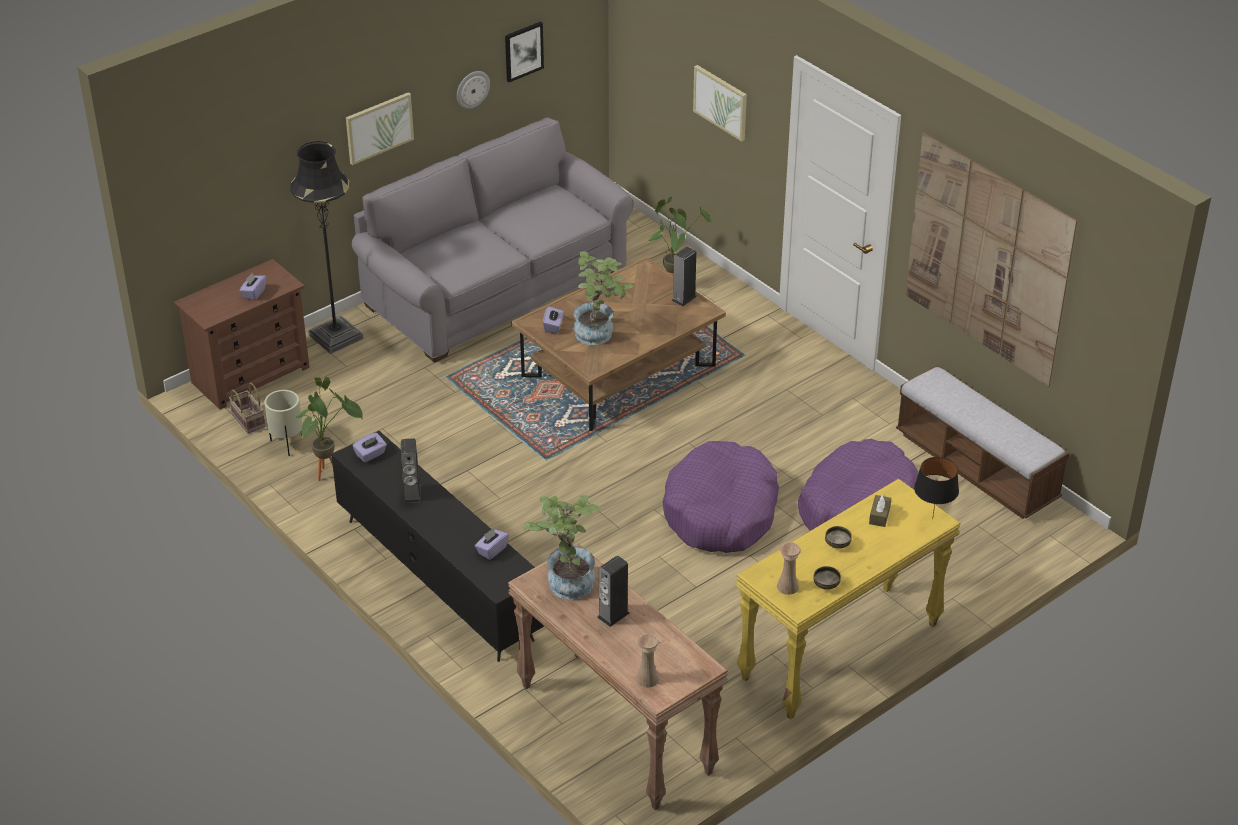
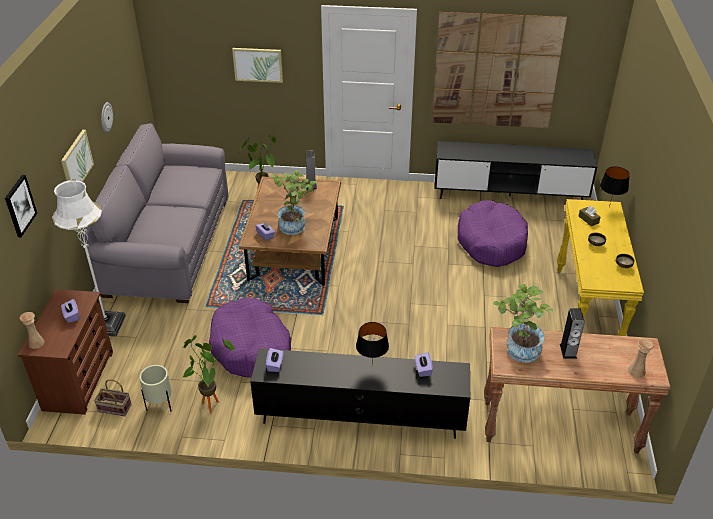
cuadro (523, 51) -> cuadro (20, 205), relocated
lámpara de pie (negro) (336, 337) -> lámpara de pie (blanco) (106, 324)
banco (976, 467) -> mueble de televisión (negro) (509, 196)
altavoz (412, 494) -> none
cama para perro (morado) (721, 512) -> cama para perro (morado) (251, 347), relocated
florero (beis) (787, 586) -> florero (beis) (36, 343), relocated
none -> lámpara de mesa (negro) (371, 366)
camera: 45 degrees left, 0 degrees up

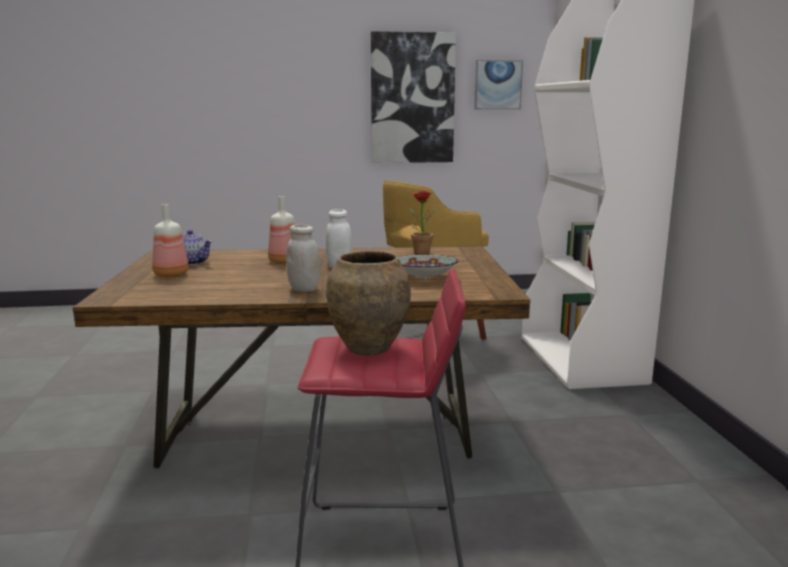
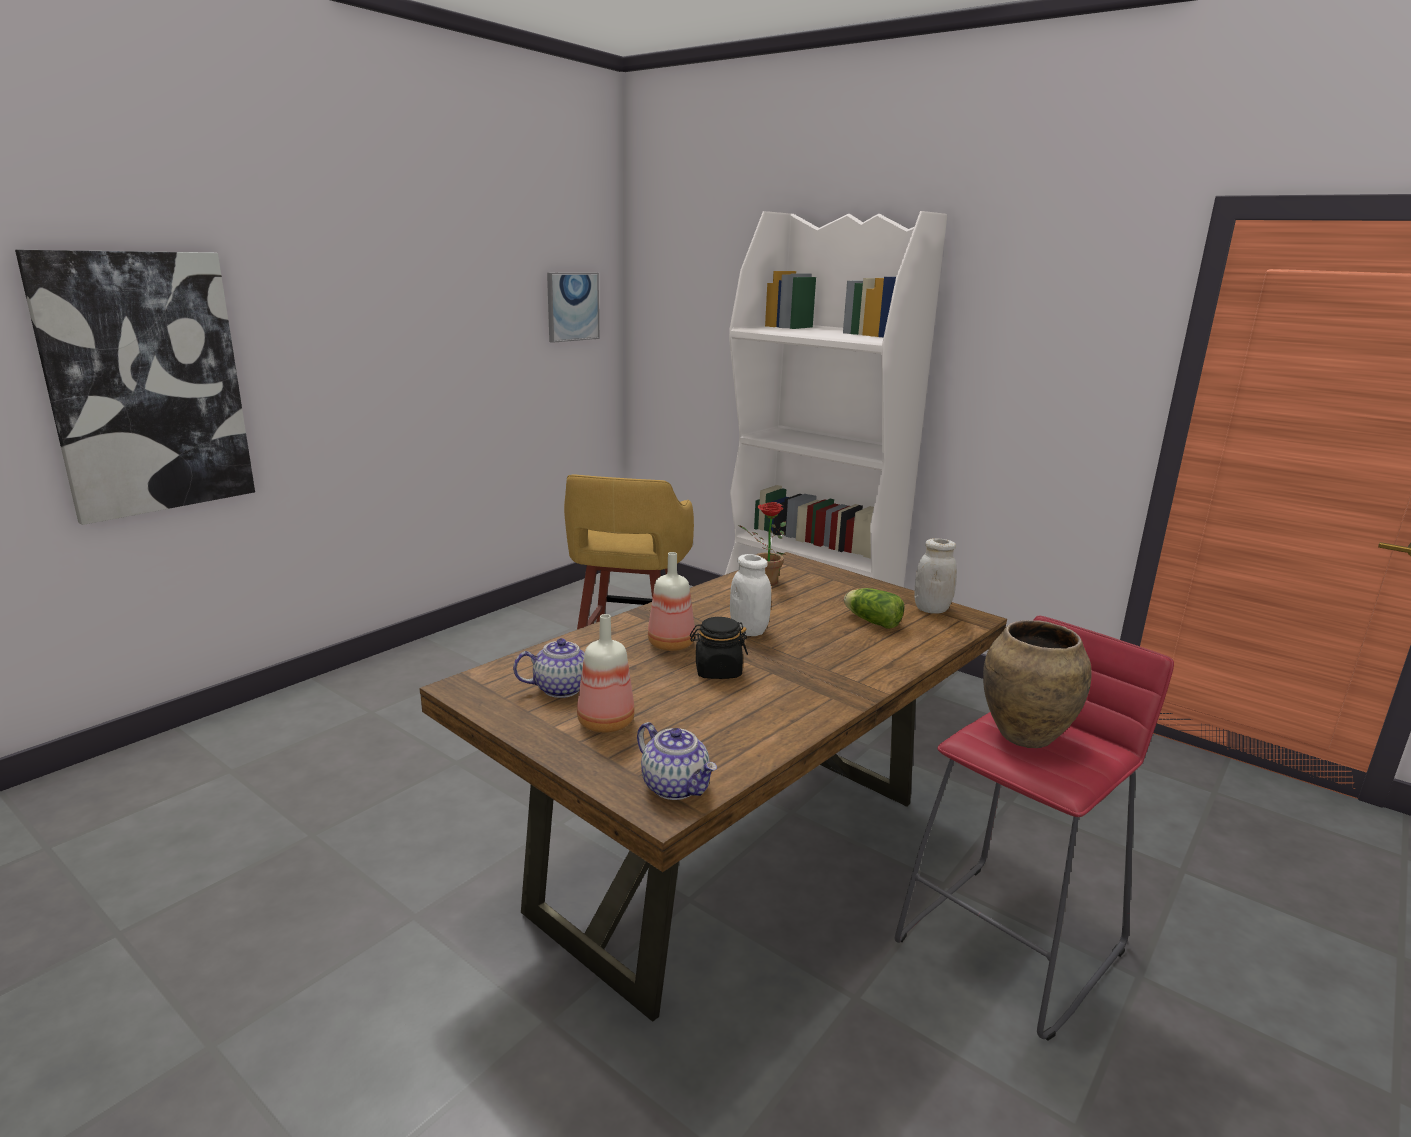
cuadro (412, 98) -> cuadro (146, 384), relocated
tarro (blanco) (304, 289) -> tarro (blanco) (931, 609), relocated
cuenco (424, 278) -> lechuga (871, 621)
none -> tarro (negro) (717, 671)
none -> tetera (676, 786)
camera: 45 degrees left, 5 degrees up

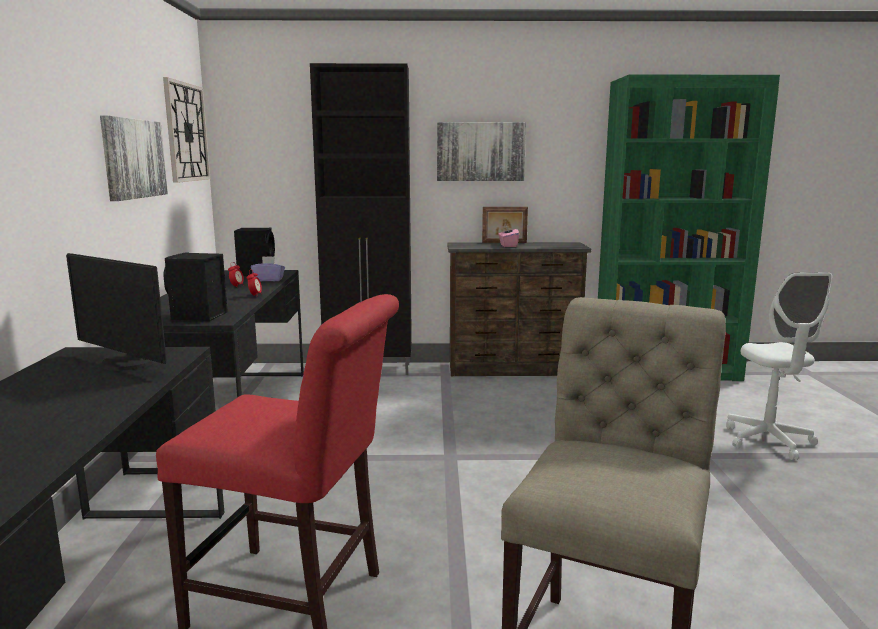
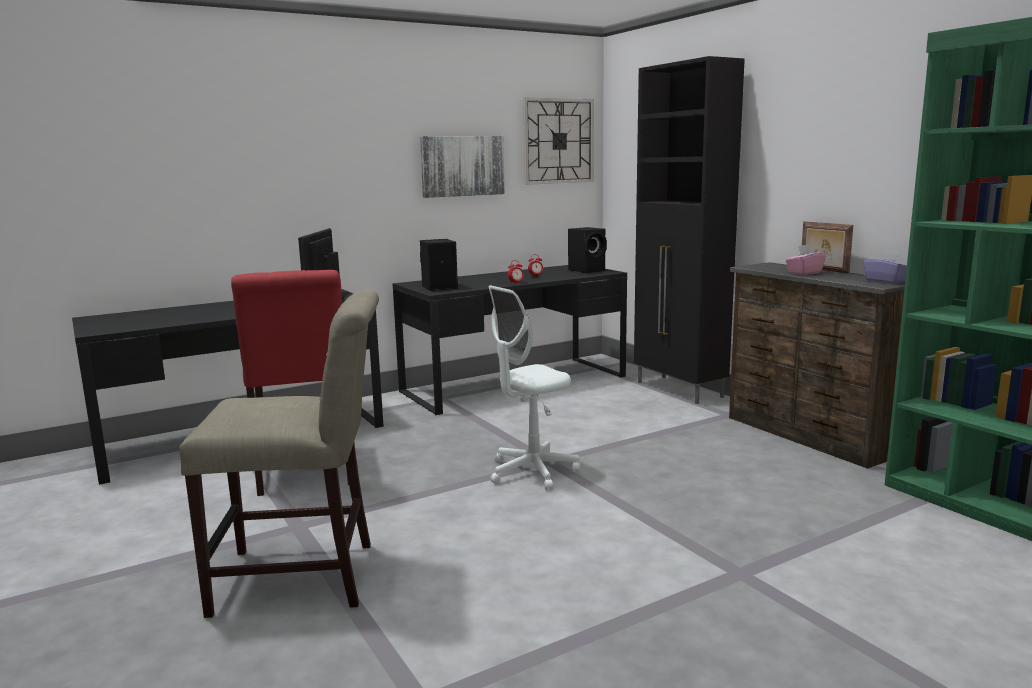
cuadro (480, 152) -> none
caja de pañuelos (morado) (269, 280) -> caja de pañuelos (morado) (885, 281), relocated
silla de oficina (blanco) (768, 441) -> silla de oficina (blanco) (532, 472), relocated
camera: 60 degrees right, 0 degrees up

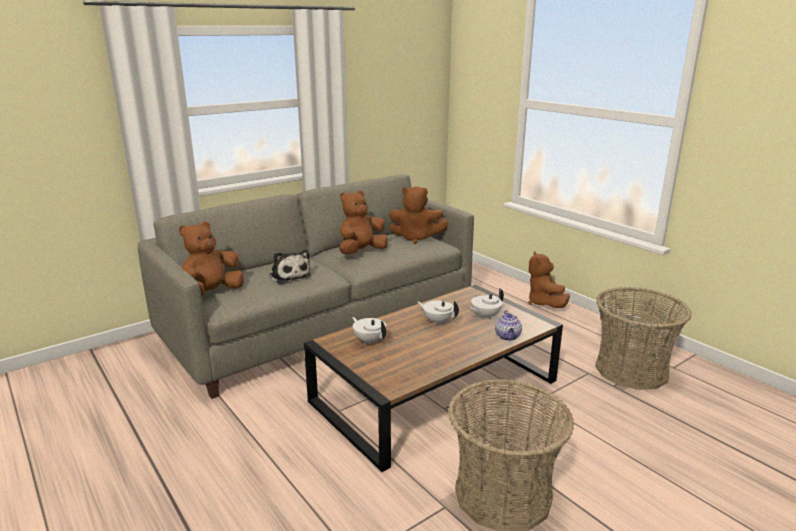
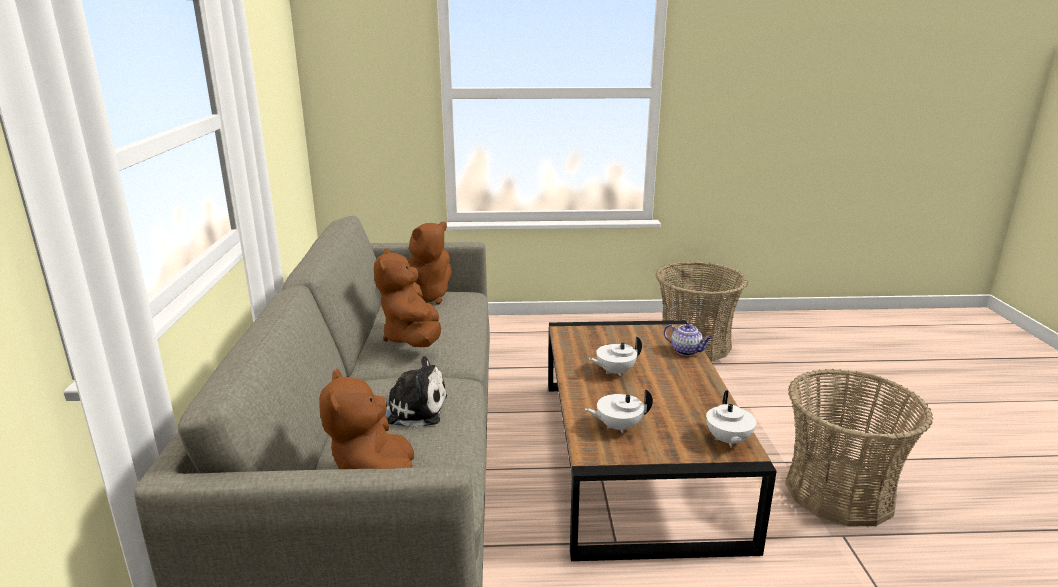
peluche (marrón) (544, 303) -> none
tetera (blanco) (485, 316) -> tetera (blanco) (728, 440), relocated
camera: 55 degrees left, 0 degrees up

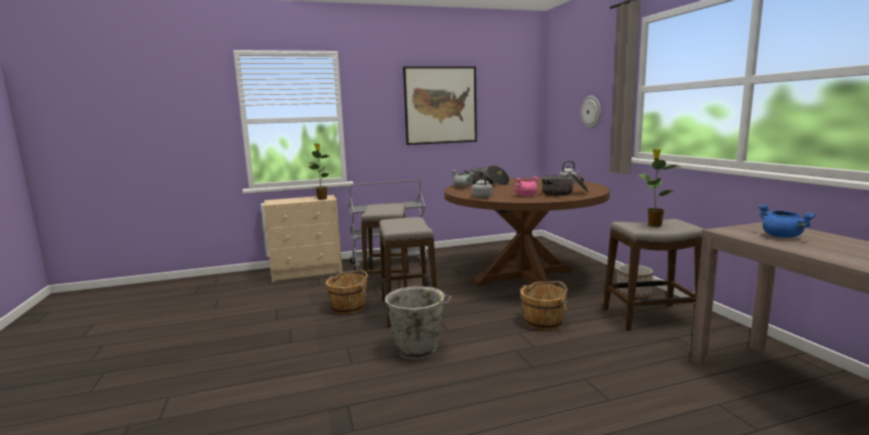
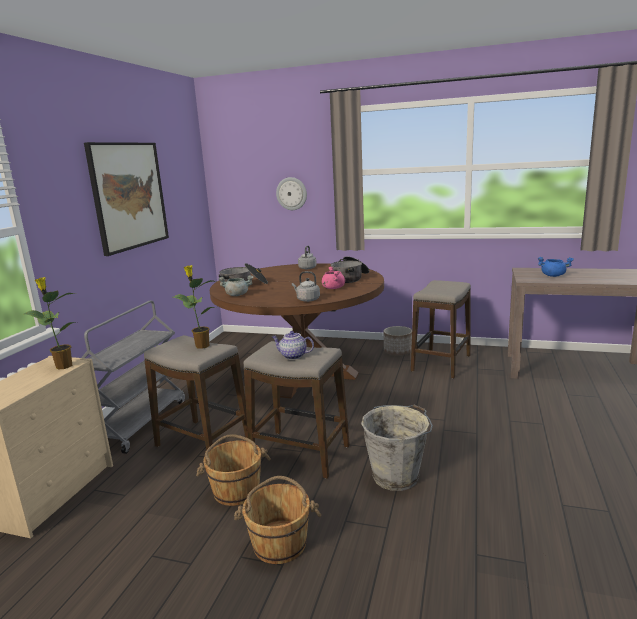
planta en maceta (654, 225) -> planta en maceta (201, 346), relocated
cubo (marrón) (543, 322) -> cubo (marrón) (280, 543), relocated
none -> tetera (292, 356)
camera: 55 degrees left, 5 degrees up

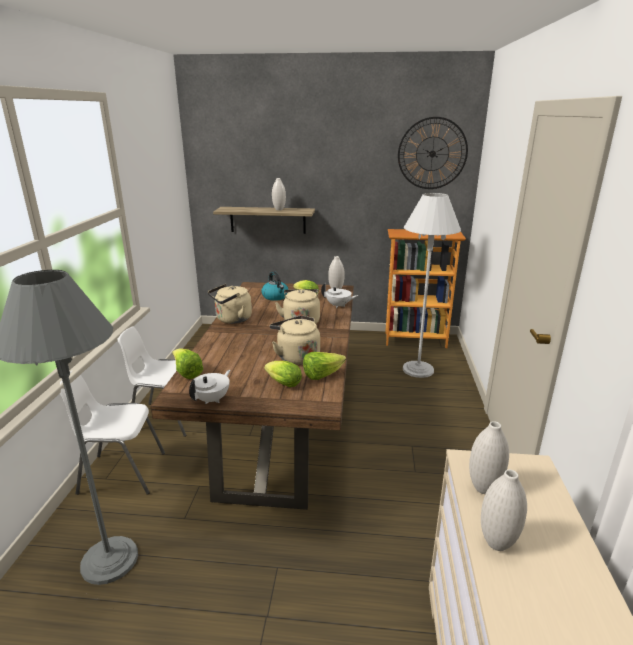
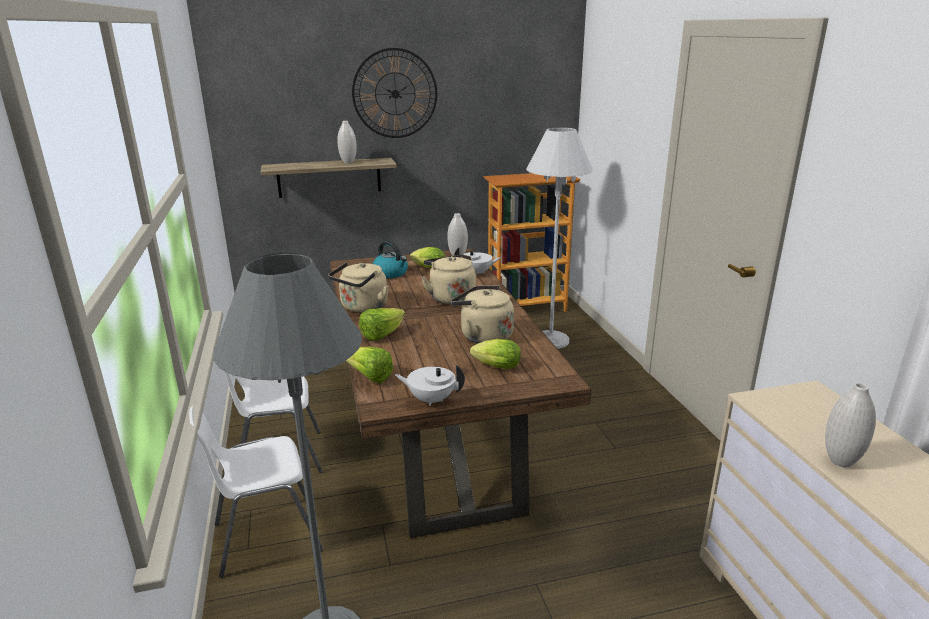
reloj de pared (432, 153) -> reloj de pared (395, 94), relocated
lechuga (322, 375) -> lechuga (382, 335), relocated
tetera (blanco) (212, 399) -> tetera (blanco) (431, 399), 90 degrees counterclockwise
florero (blanco) (483, 488) -> none
camera: 20 degrees left, 0 degrees up

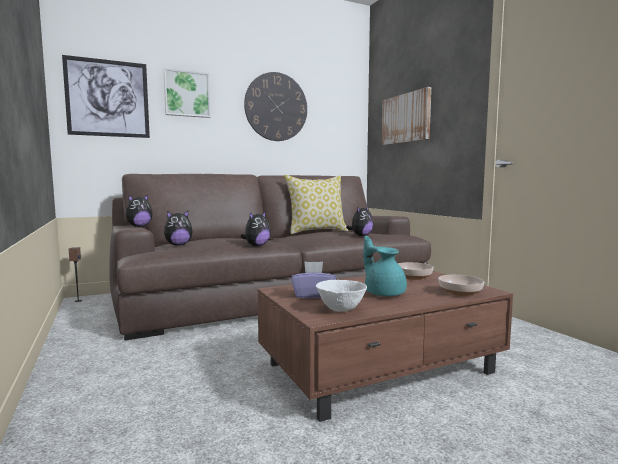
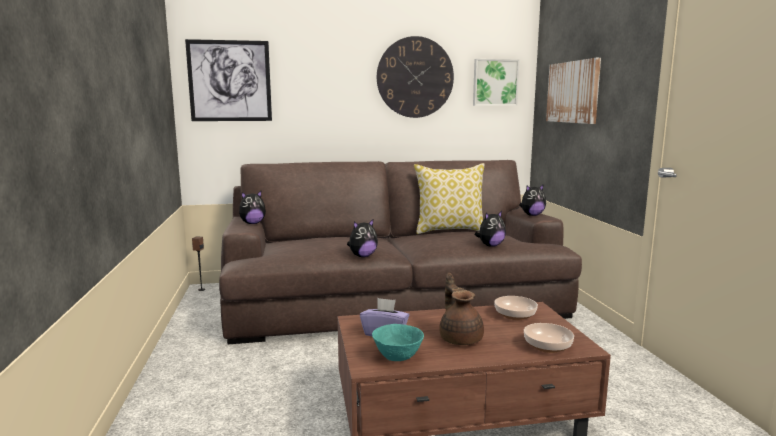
cuadro (187, 94) -> cuadro (495, 82), relocated
peluche (178, 245) -> peluche (532, 215), relocated
tetera (turquesa) (383, 293) -> tetera (marrón) (460, 338)
cuenco (blanco) (340, 309) -> cuenco (turquesa) (397, 357)
camera: 15 degrees right, 5 degrees up

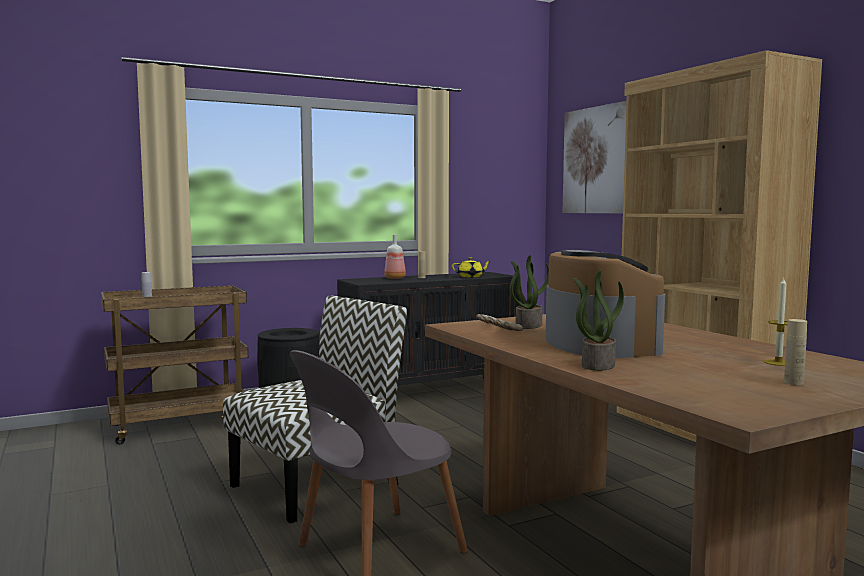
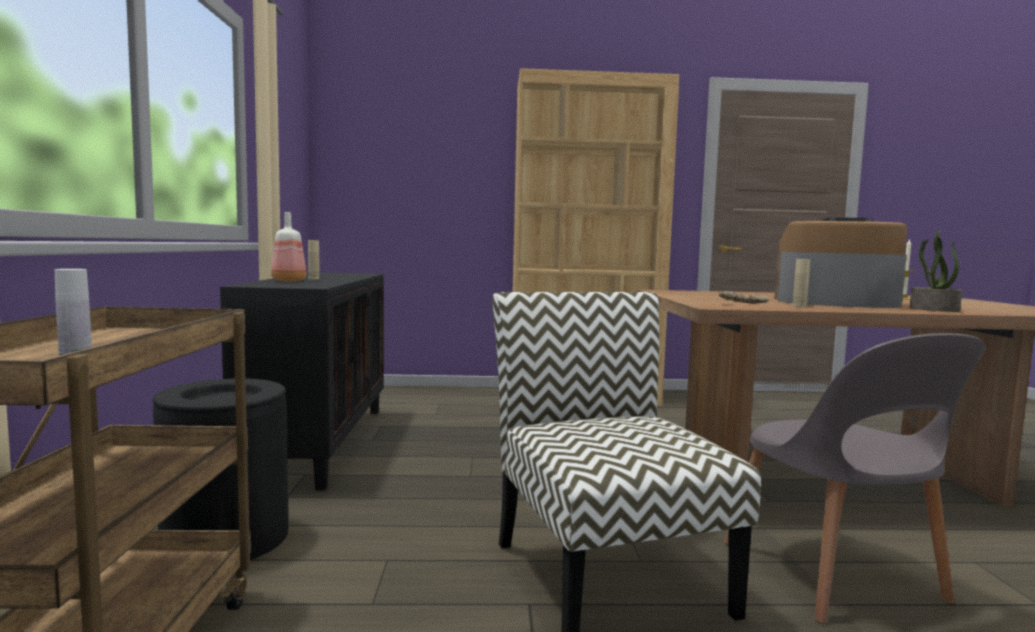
cuadro (599, 160) -> none
planta en maceta (528, 325) -> none
tetera (amarillo) (470, 277) -> none
botella (beis) (793, 382) -> botella (beis) (799, 306), relocated
camera: 65 degrees left, 0 degrees up

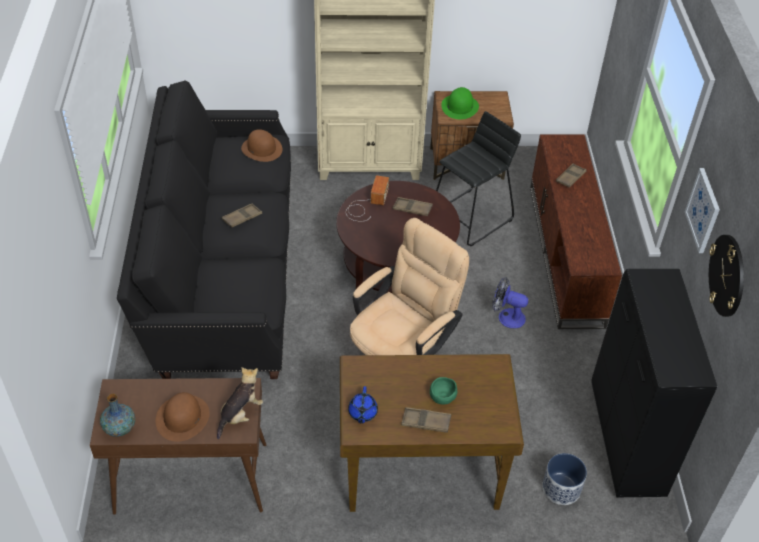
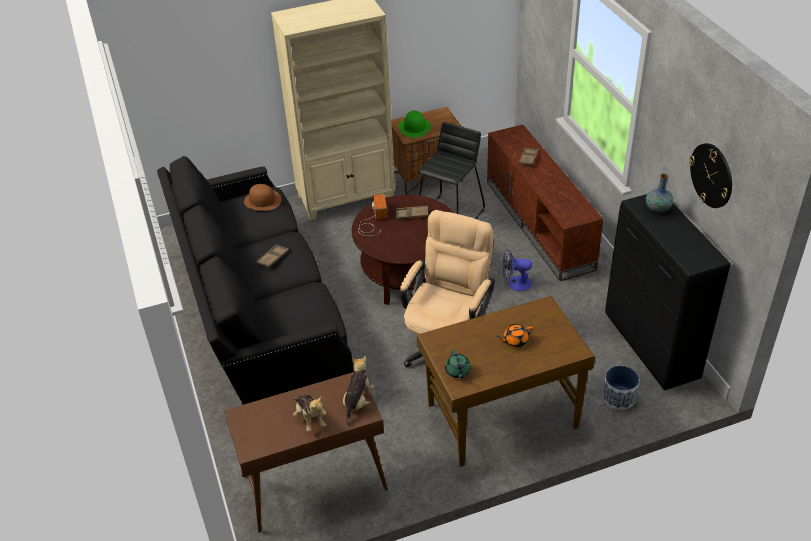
cuadro (703, 210) -> none
cuenco (verde) (442, 396) -> tetera (naranja) (514, 341)
tetera (azul) (362, 413) -> tetera (verde) (457, 371)
sombrero (marrón) (182, 417) -> peluche (310, 418)
florero (119, 428) -> florero (657, 209), relocated
bandeja (marrón) (426, 422) -> none
camera: 15 degrees left, 5 degrees down

